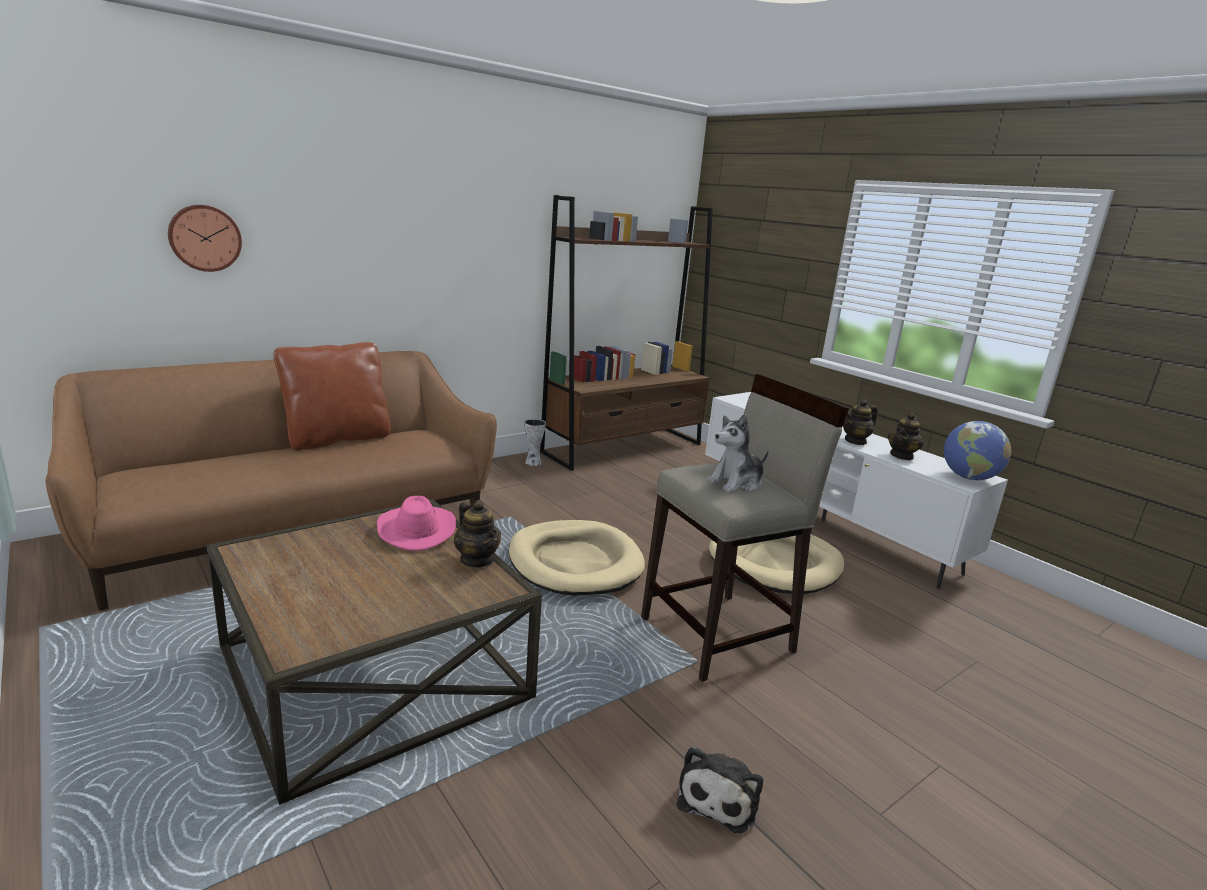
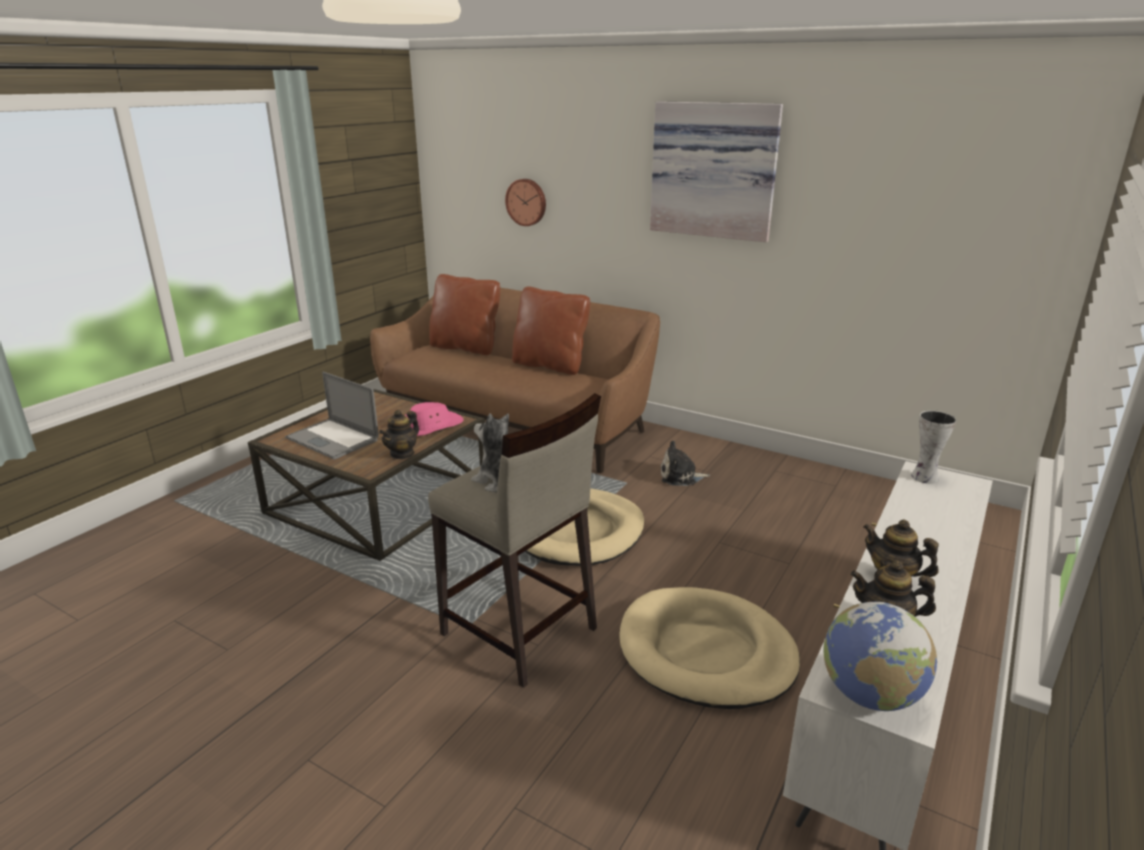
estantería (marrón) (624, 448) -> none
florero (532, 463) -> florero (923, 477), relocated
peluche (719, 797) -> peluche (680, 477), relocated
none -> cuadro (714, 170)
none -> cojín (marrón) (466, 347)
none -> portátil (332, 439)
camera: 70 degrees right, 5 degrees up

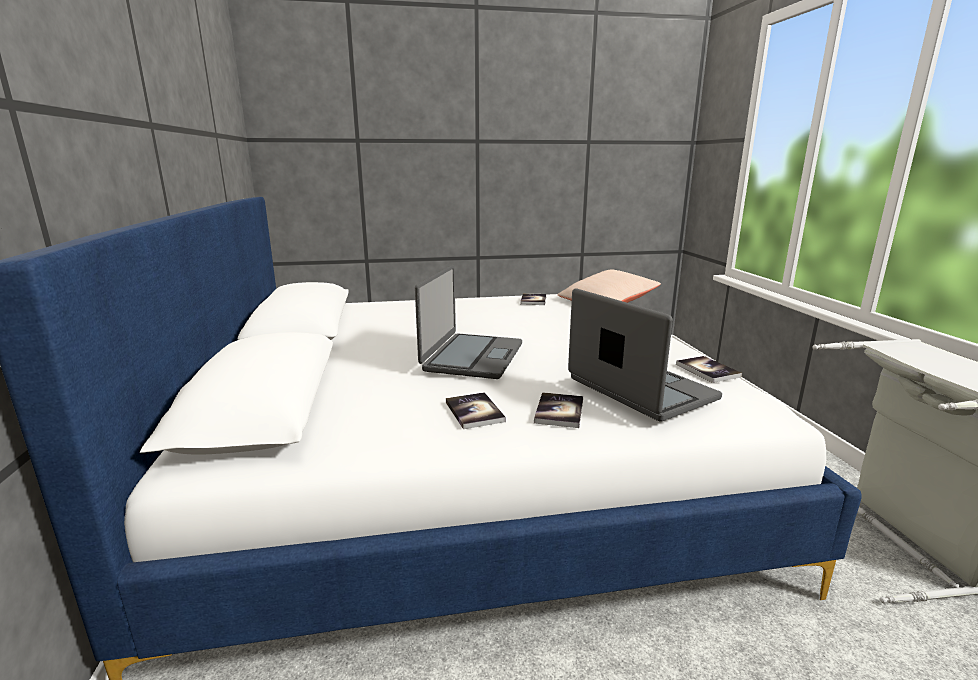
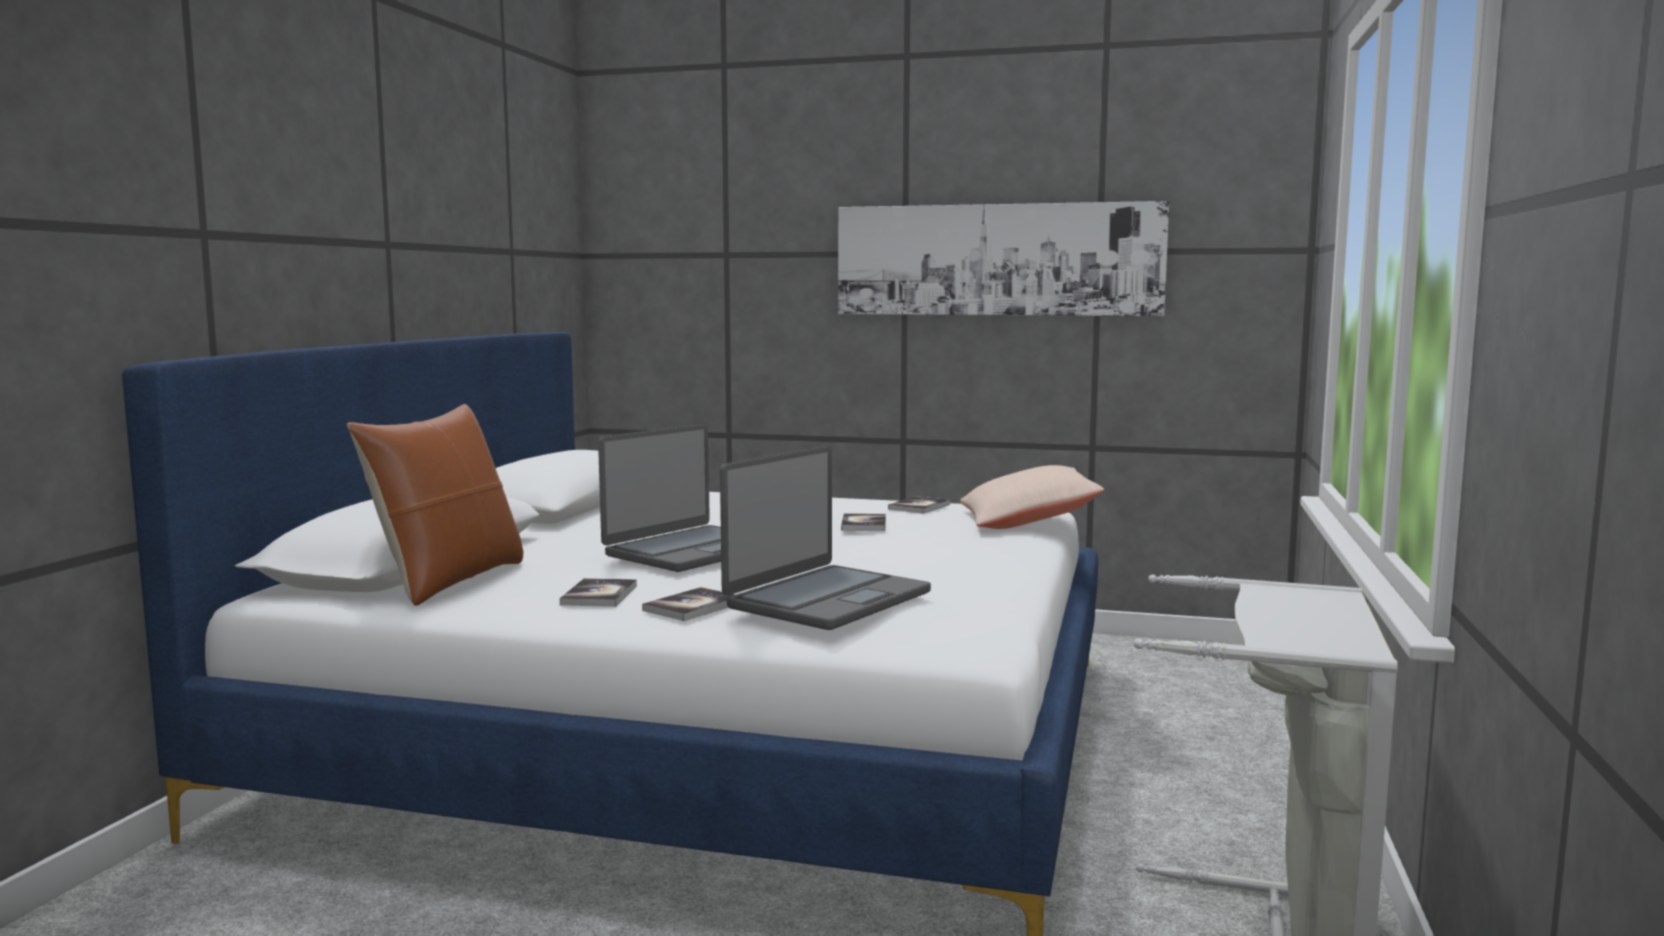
portátil (639, 389) -> portátil (826, 599), 45 degrees clockwise
libro (707, 370) -> libro (863, 524), relocated
none -> cuadro (997, 260)
none -> cojín (marrón) (448, 581)
camera: 25 degrees right, 10 degrees down

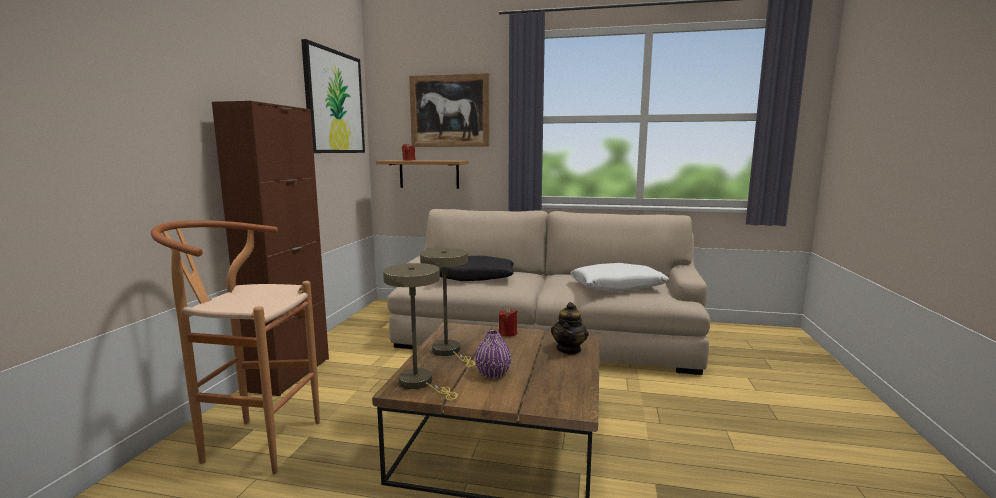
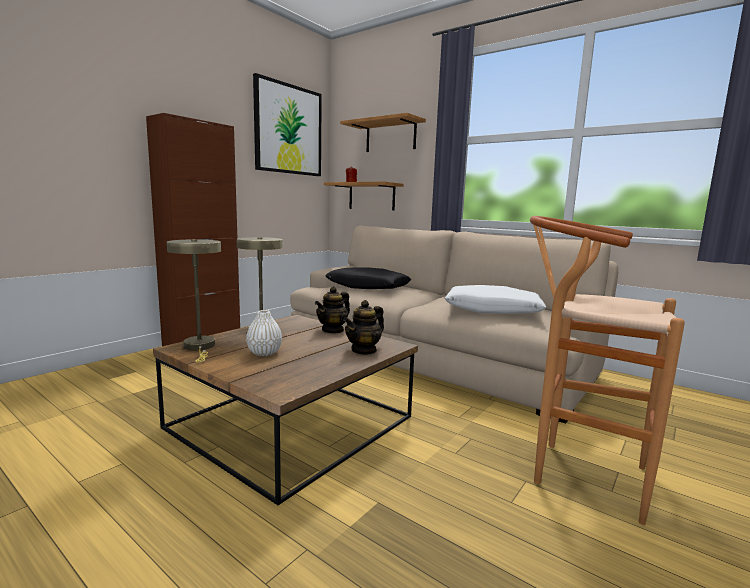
cuadro (449, 111) -> estante (390, 136)
taburete (marrón) (251, 442) -> taburete (marrón) (577, 473), relocated
vela (rojo) (508, 333) -> tetera (333, 330)
florero (morado) (493, 374) -> florero (blanco) (264, 353)
camera: 25 degrees right, 0 degrees up

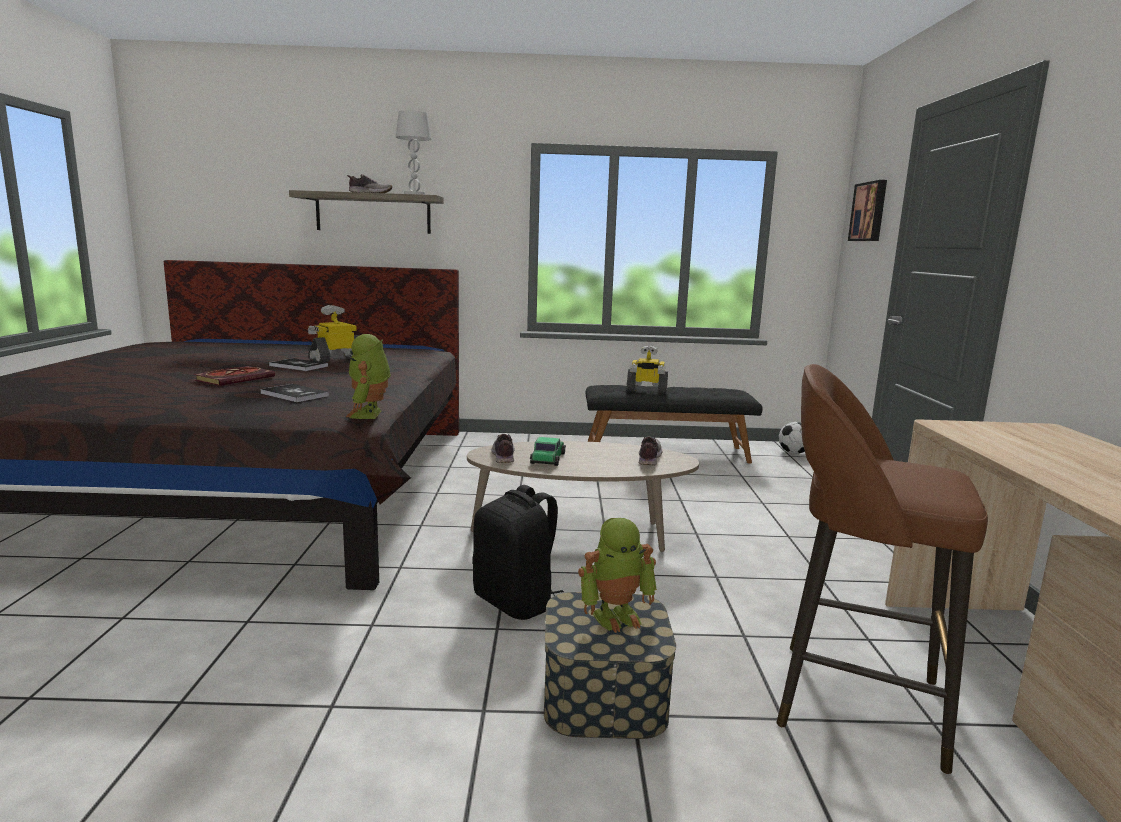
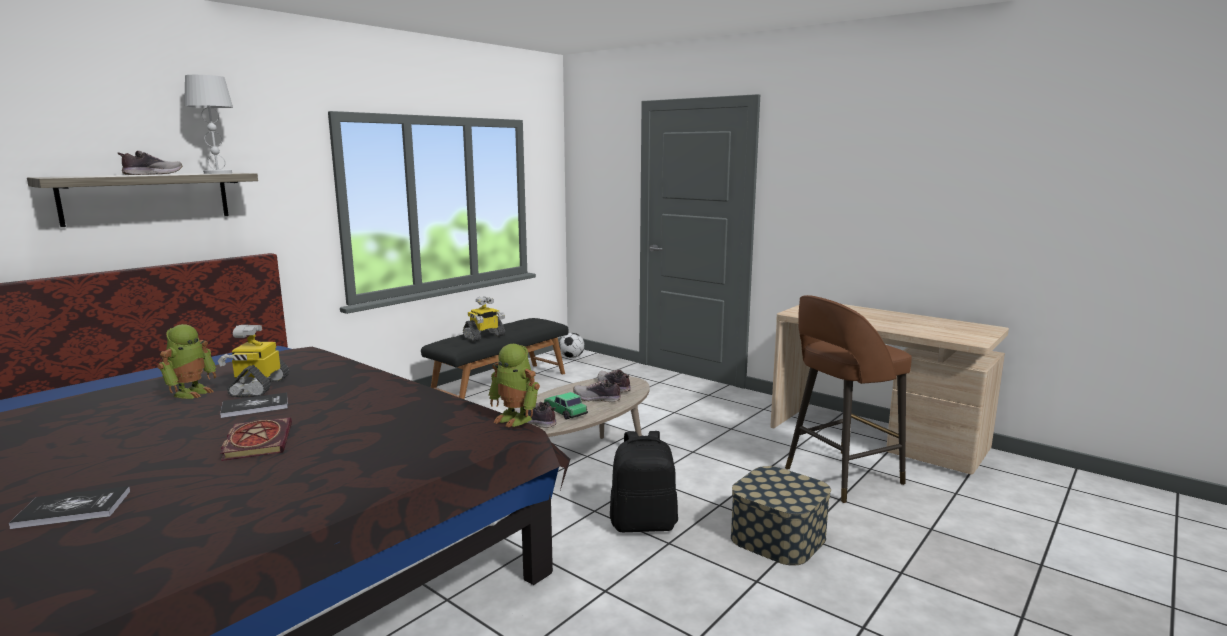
cuadro (869, 212) -> none
libro (294, 394) -> libro (73, 509), relocated
robot de juguete (616, 615) -> robot de juguete (191, 392), relocated
none -> zapato (597, 399)
camera: 50 degrees left, 0 degrees up

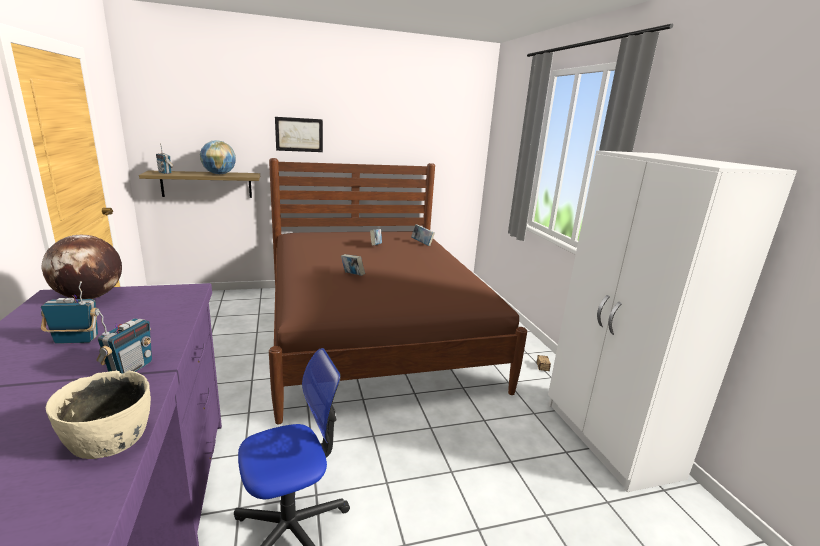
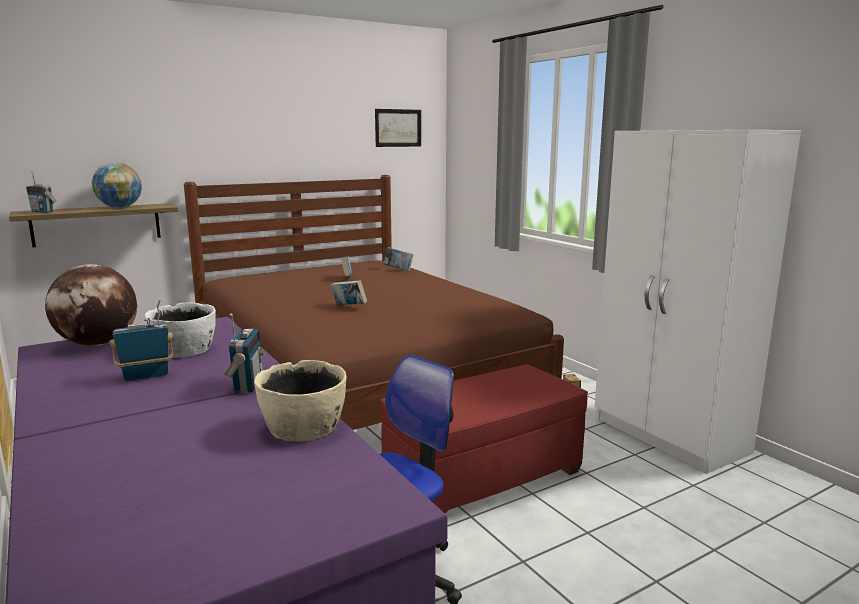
cuadro (299, 134) -> cuadro (398, 128), relocated
none -> cuenco (blanco) (185, 350)
none -> puf (rojo) (483, 477)
camera: 15 degrees left, 5 degrees down

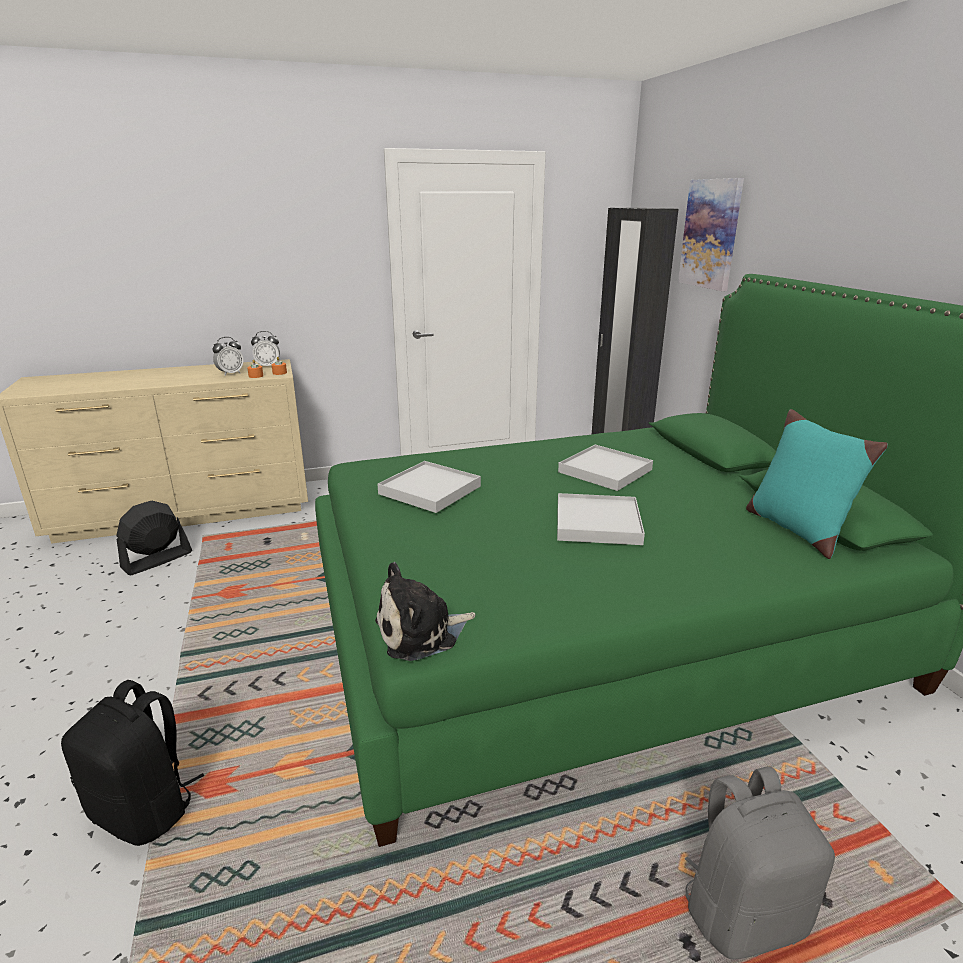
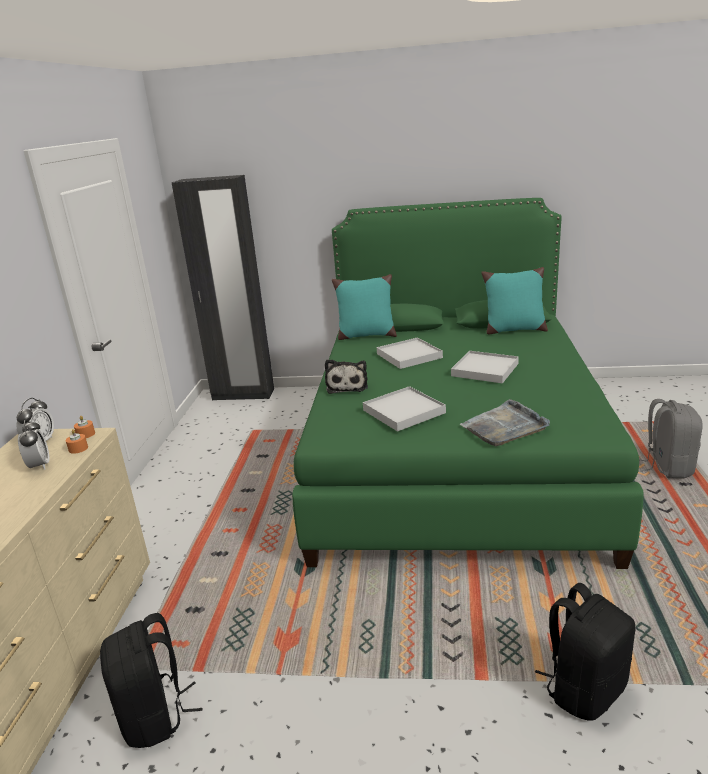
cuadro (710, 234) -> none
ventilador (negro) (157, 560) -> mochila (negro) (155, 716)
peluche (421, 632) -> peluche (347, 386), relocated
none -> cojín (turquesa) (366, 335)
none -> bandeja (gris) (504, 426)
camera: 65 degrees left, 0 degrees up

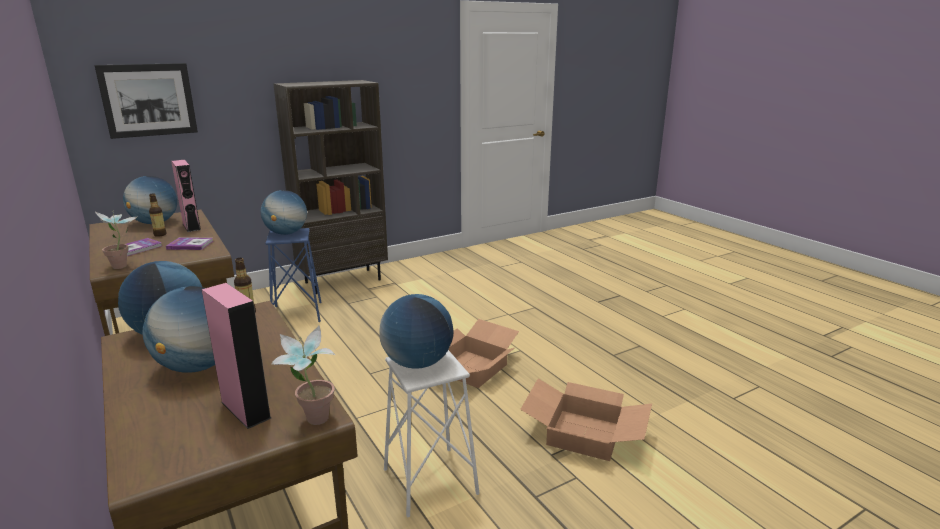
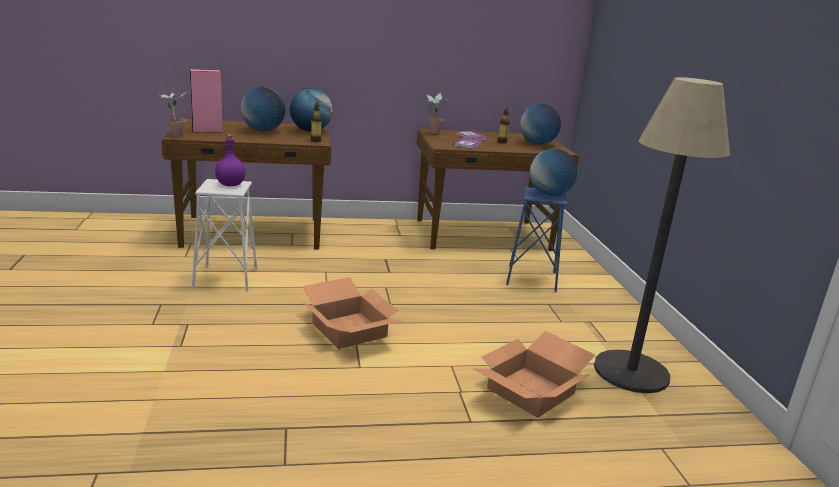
cuadro (148, 100) -> none
estantería (marrón) (343, 281) -> none
altavoz (rosa) (191, 226) -> none
globo terráqueo (417, 363) -> botella (morado) (230, 185)
caja de cartón (582, 435) -> caja de cartón (530, 390), relocated
none -> lámpara de pie (631, 372)
camera: 110 degrees right, 0 degrees up

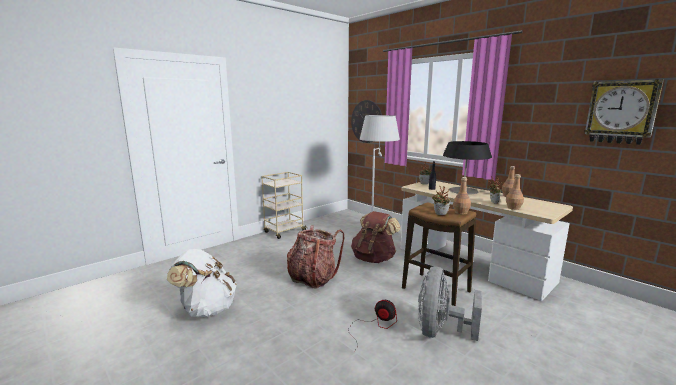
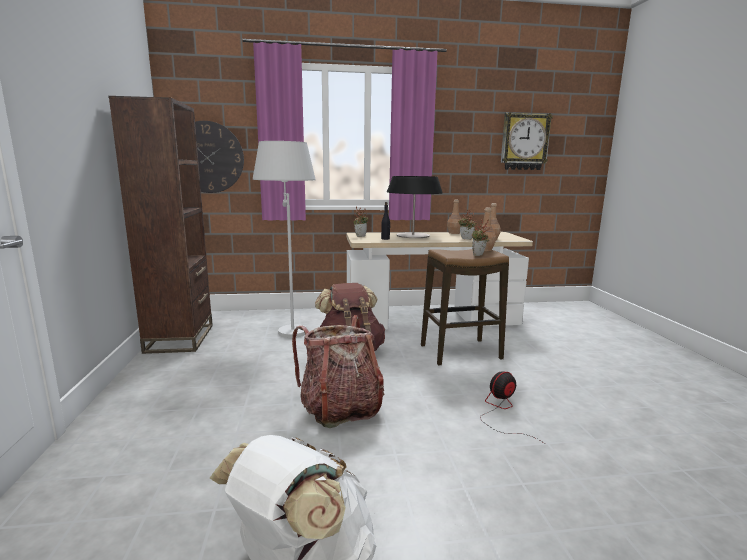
carrito (beis) (284, 232) -> none
ventilador (gris) (440, 331) -> none
none -> estantería (marrón) (180, 338)
camera: 55 degrees left, 0 degrees up

